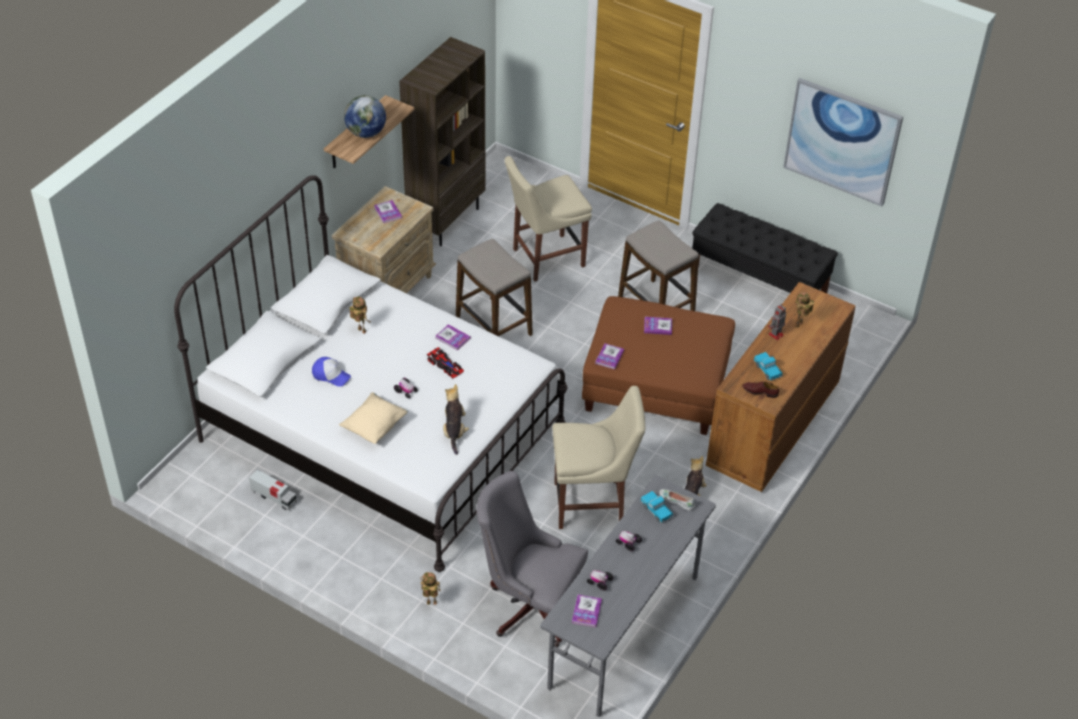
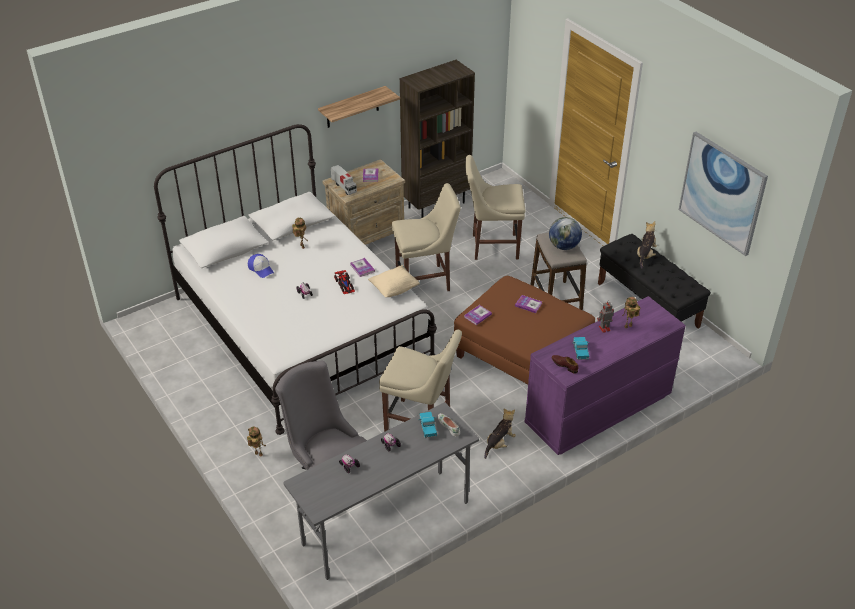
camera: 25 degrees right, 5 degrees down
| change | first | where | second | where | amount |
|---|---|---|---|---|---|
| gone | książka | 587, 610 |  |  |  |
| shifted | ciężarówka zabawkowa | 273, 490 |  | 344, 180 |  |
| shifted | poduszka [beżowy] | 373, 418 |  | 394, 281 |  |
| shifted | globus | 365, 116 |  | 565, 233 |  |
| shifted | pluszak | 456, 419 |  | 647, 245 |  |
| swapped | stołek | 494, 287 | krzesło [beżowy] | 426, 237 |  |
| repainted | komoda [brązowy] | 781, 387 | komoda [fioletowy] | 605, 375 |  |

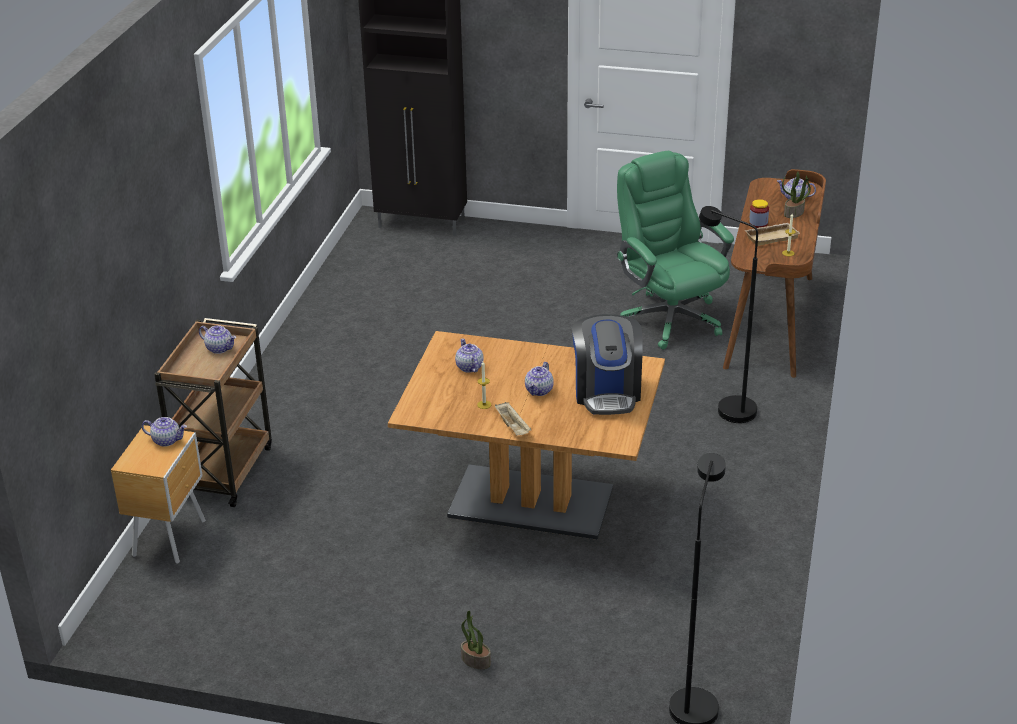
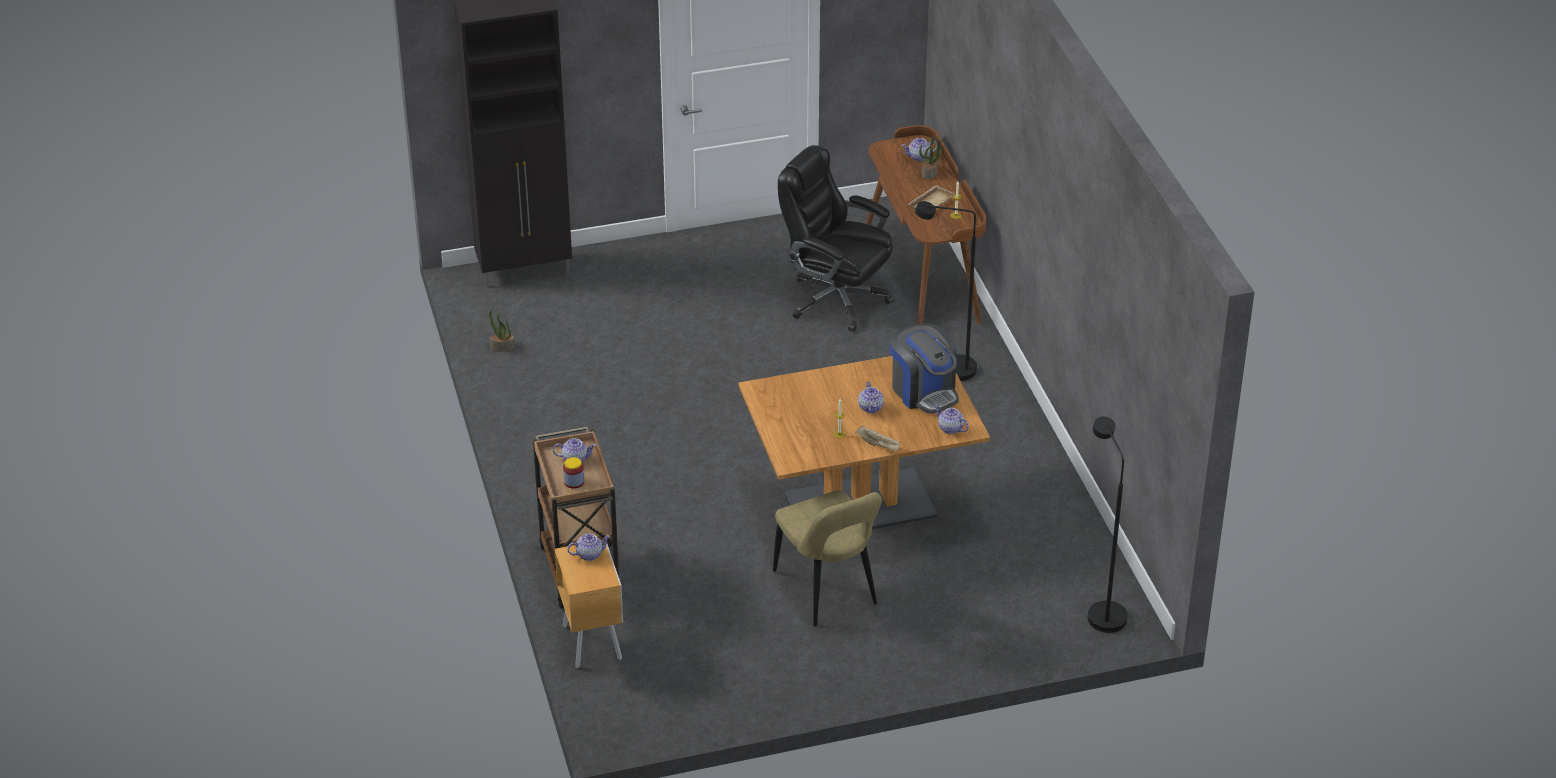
camera: 30 degrees left, 5 degrees up
| change | first | where | second | where | amount |
|---|---|---|---|---|---|
| new |  |  | krzesło [beżowy] | 827, 558 |  |
| shifted | imbryk | 469, 356 |  | 951, 419 |  |
| shifted | roślina doniczkowa | 476, 640 |  | 502, 331 |  |
| shifted | słoik | 759, 213 |  | 573, 473 |  |
| repainted | krzesło biurowe [zielony] | 675, 250 | krzesło biurowe [czarny] | 836, 238 |  |

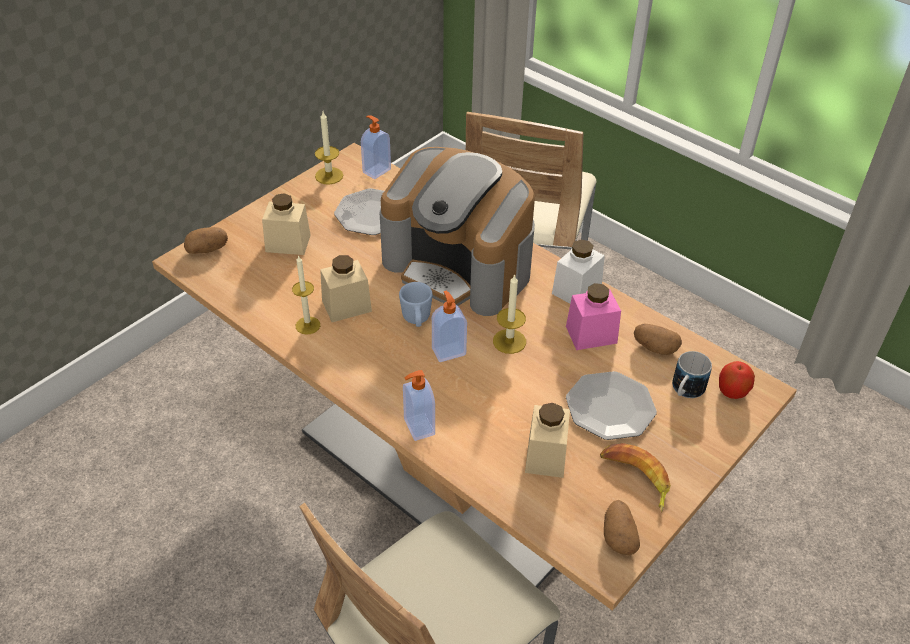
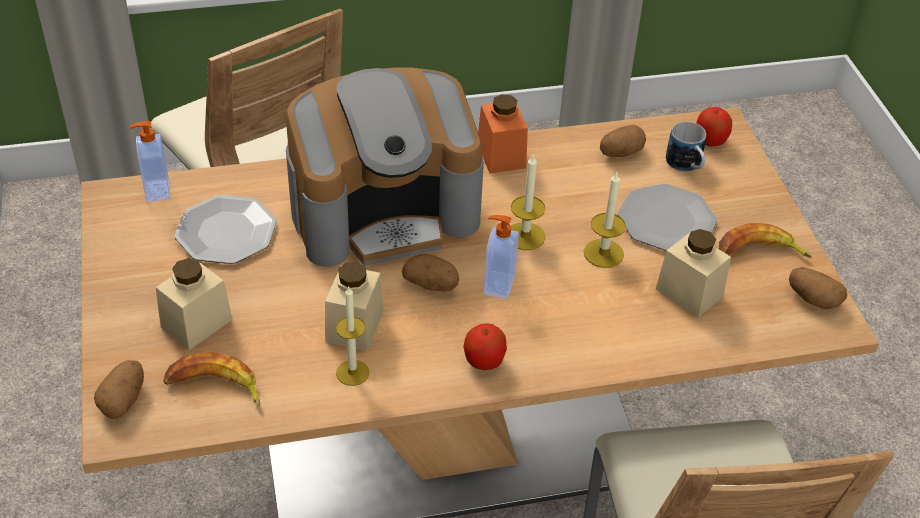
camera: 55 degrees left, 0 degrees up
| change | first | where | second | where | amount |
|---|---|---|---|---|---|
| gone | dozownik mydła | 419, 405 |  |  |  |
| gone | słoik [różowy] | 593, 316 |  |  |  |
| new |  |  | banan | 211, 379 |  |
| new |  |  | jabłko | 485, 346 |  |
| shifted | świeca | 329, 148 |  | 605, 220 |  |
| swapped | kubek [niebieski] | 416, 304 | ziemniak | 430, 272 |  |
| repainted | słoik [biały] | 578, 272 | słoik [pomarańczowy] | 503, 134 |  |

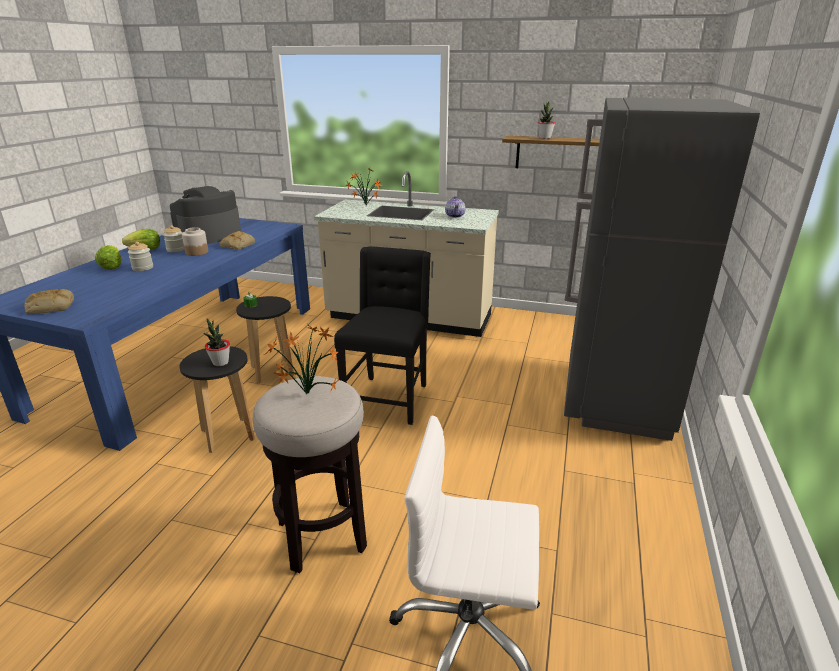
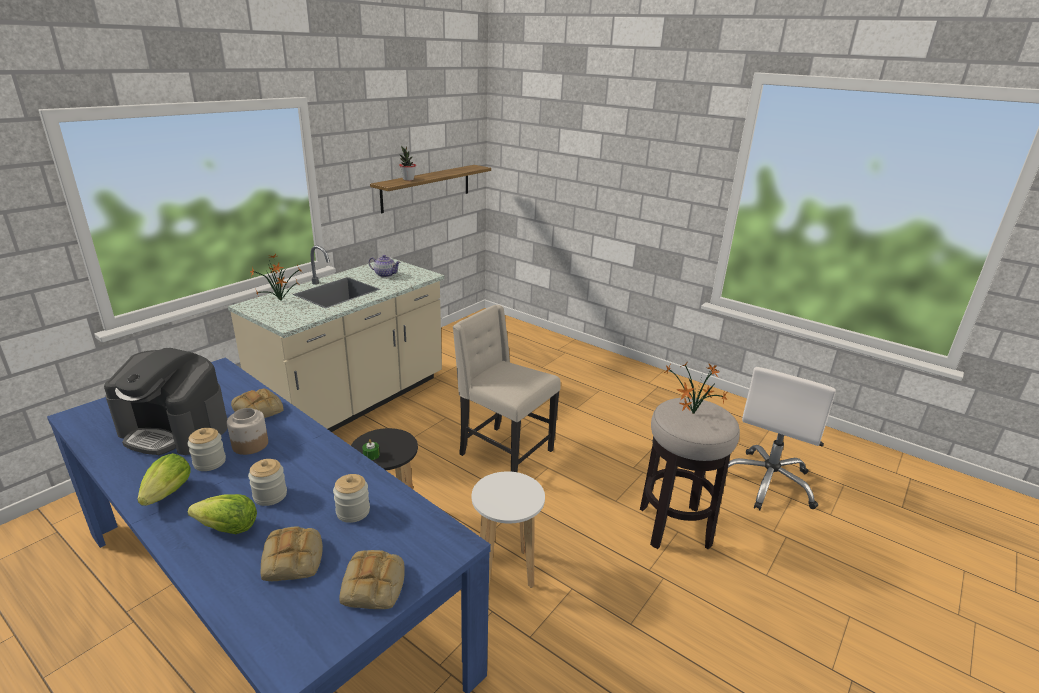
camera: 70 degrees left, 0 degrees up
| change | first | where | second | where | amount |
|---|---|---|---|---|---|
| gone | roślina doniczkowa | 216, 342 |  |  |  |
| gone | lodówka [szary] | 662, 269 |  |  |  |
| new |  |  | chleb | 291, 553 |  |
| new |  |  | słoik | 351, 498 |  |
| repainted | stołek [czarny] | 217, 399 | stołek [biały] | 508, 529 |  |
| repainted | krzesło [czarny] | 382, 335 | krzesło [beżowy] | 507, 388 |  |
| rotated | ekspres do kawy | 205, 215 |  | 166, 401 | 45 degrees counterclockwise |

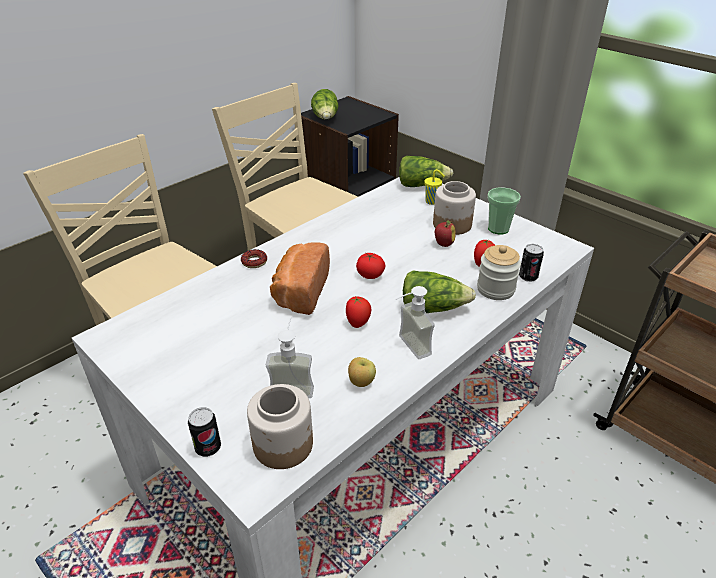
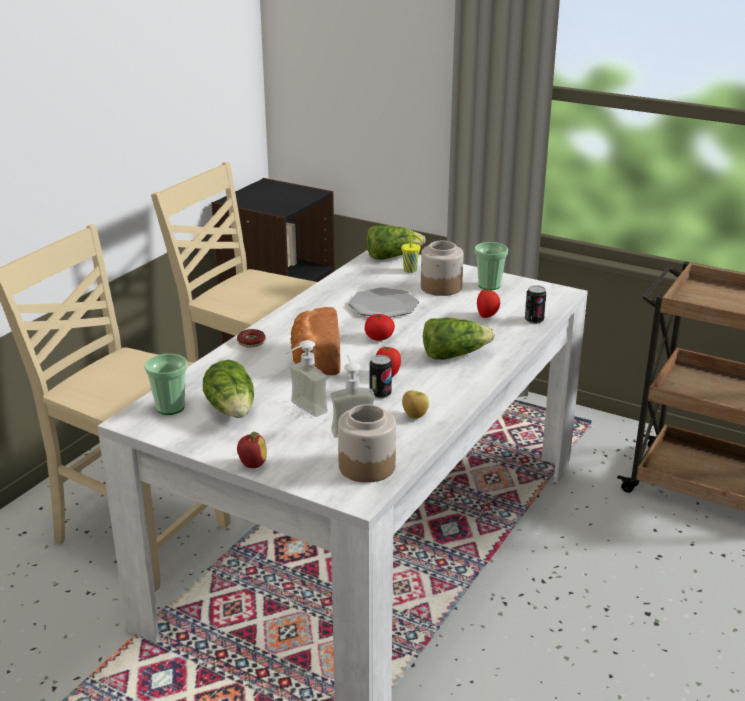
camera: 15 degrees left, 10 degrees down
| change | first | where | second | where | amount |
|---|---|---|---|---|---|
| gone | słoik | 499, 272 |  |  |  |
| new |  |  | filiżanka | 166, 384 |  |
| new |  |  | talerz | 383, 302 |  |
| shifted | puszka | 204, 432 |  | 380, 377 |  |
| shifted | sałata | 325, 104 |  | 228, 389 |  |
| shifted | dozownik mydła | 415, 322 |  | 307, 378 |  |
| shifted | jabłko | 445, 234 |  | 252, 450 |  |

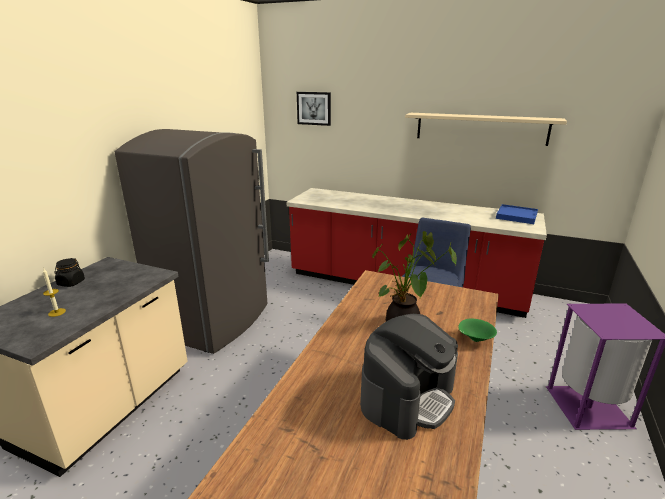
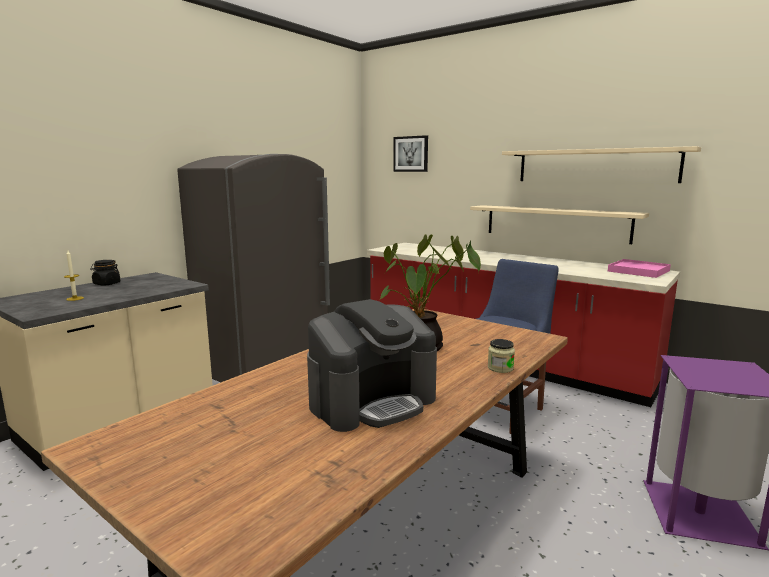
camera: 15 degrees right, 10 degrees down
| change | first | where | second | where | amount |
|---|---|---|---|---|---|
| new |  |  | półka [beżowy] | 559, 224 |  |
| swapped | miska [zielony] | 477, 330 | słoik | 501, 356 |  |
| repainted | taca [niebieski] | 517, 214 | taca [różowy] | 639, 268 |  |

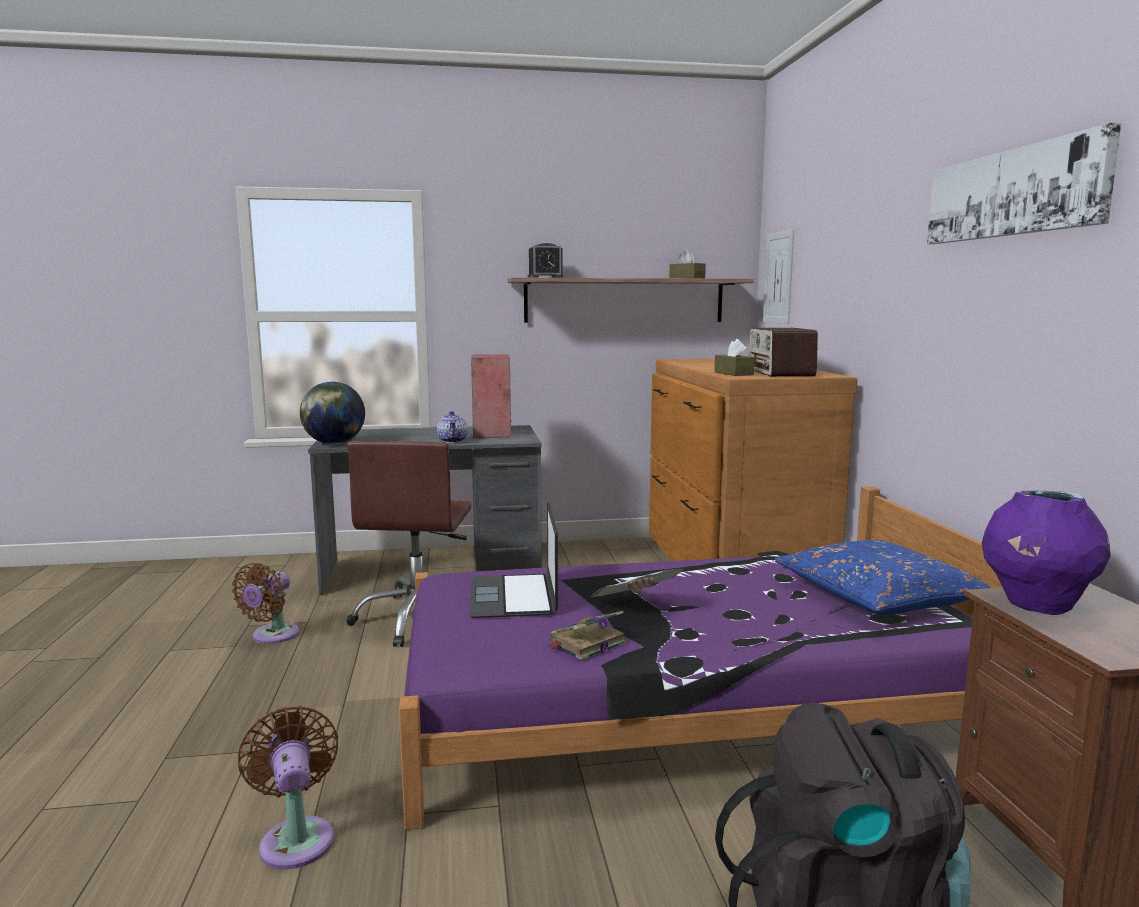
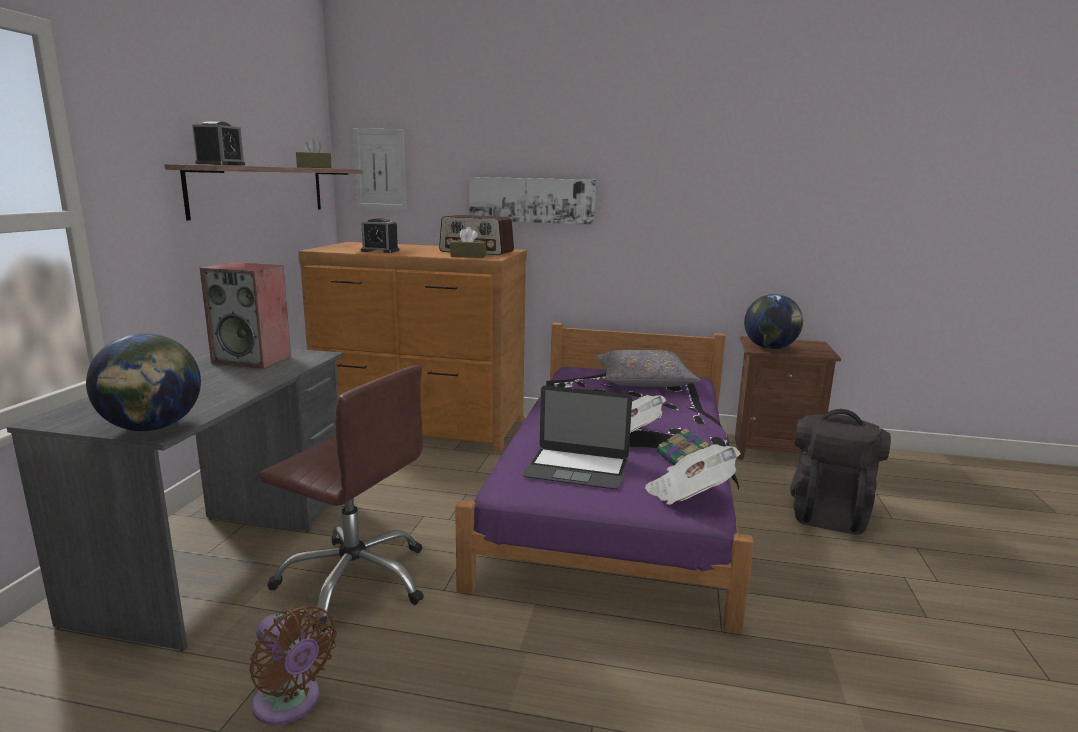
camera: 70 degrees left, 5 degrees up
| change | first | where | second | where | amount |
|---|---|---|---|---|---|
| gone | wentylator [brązowy] | 288, 787 |  |  |  |
| gone | imbryk | 452, 427 |  |  |  |
| new |  |  | budzik | 380, 235 |  |
| new |  |  | gazeta | 693, 474 |  |
| shifted | obraz | 1024, 183 |  | 532, 201 |  |
| swapped | wazon [fioletowy] | 1046, 553 | globus | 773, 321 |  |
| repainted | poduszka [niebieski] | 882, 577 | poduszka [szary] | 648, 368 |  |

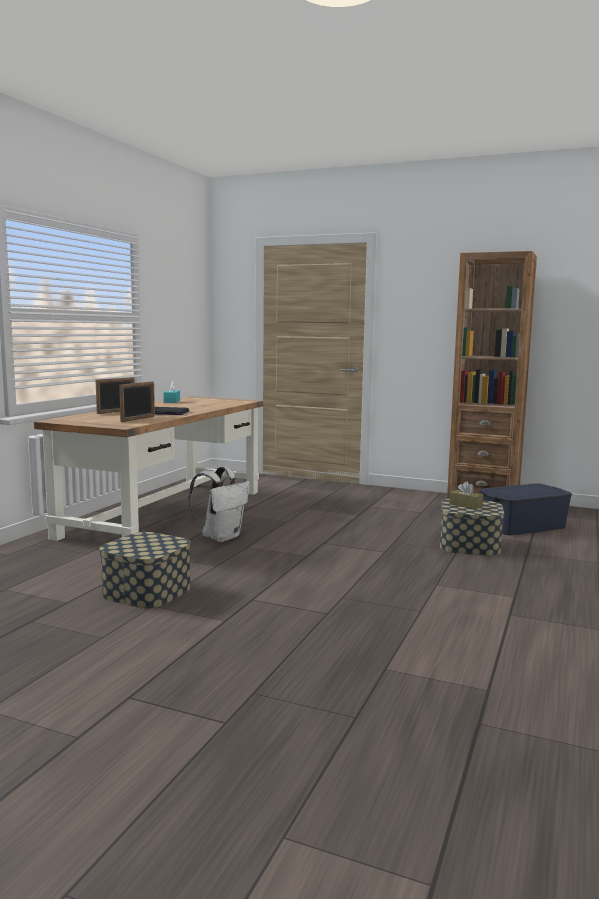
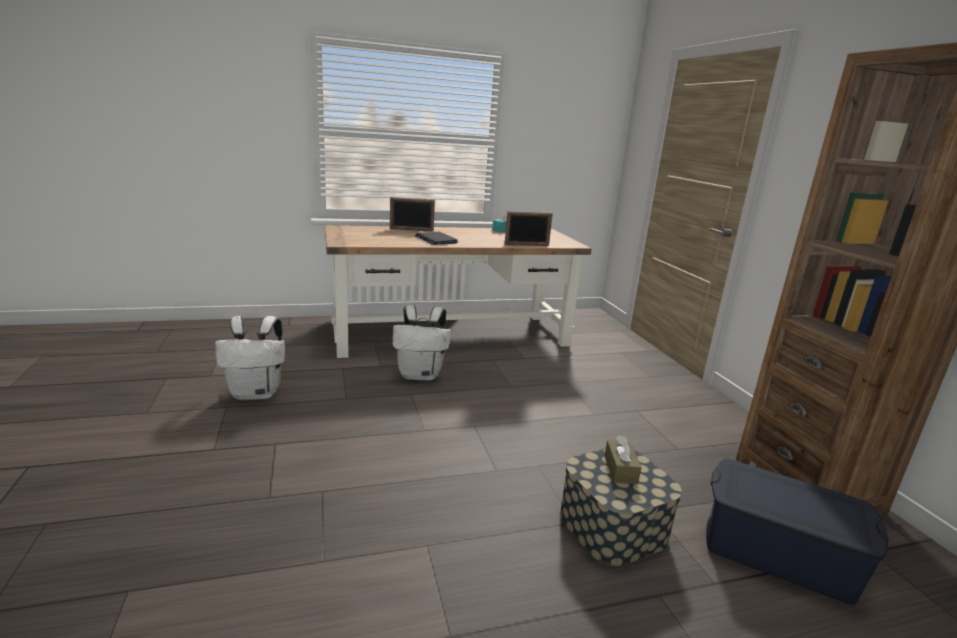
camera: 50 degrees right, 10 degrees up
| change | first | where | second | where | amount |
|---|---|---|---|---|---|
| shifted | ramka na zdjęcie | 137, 401 |  | 528, 228 |  |
| swapped | pojemnik do przechowywania | 145, 570 | plecak [biały] | 250, 358 |  |

